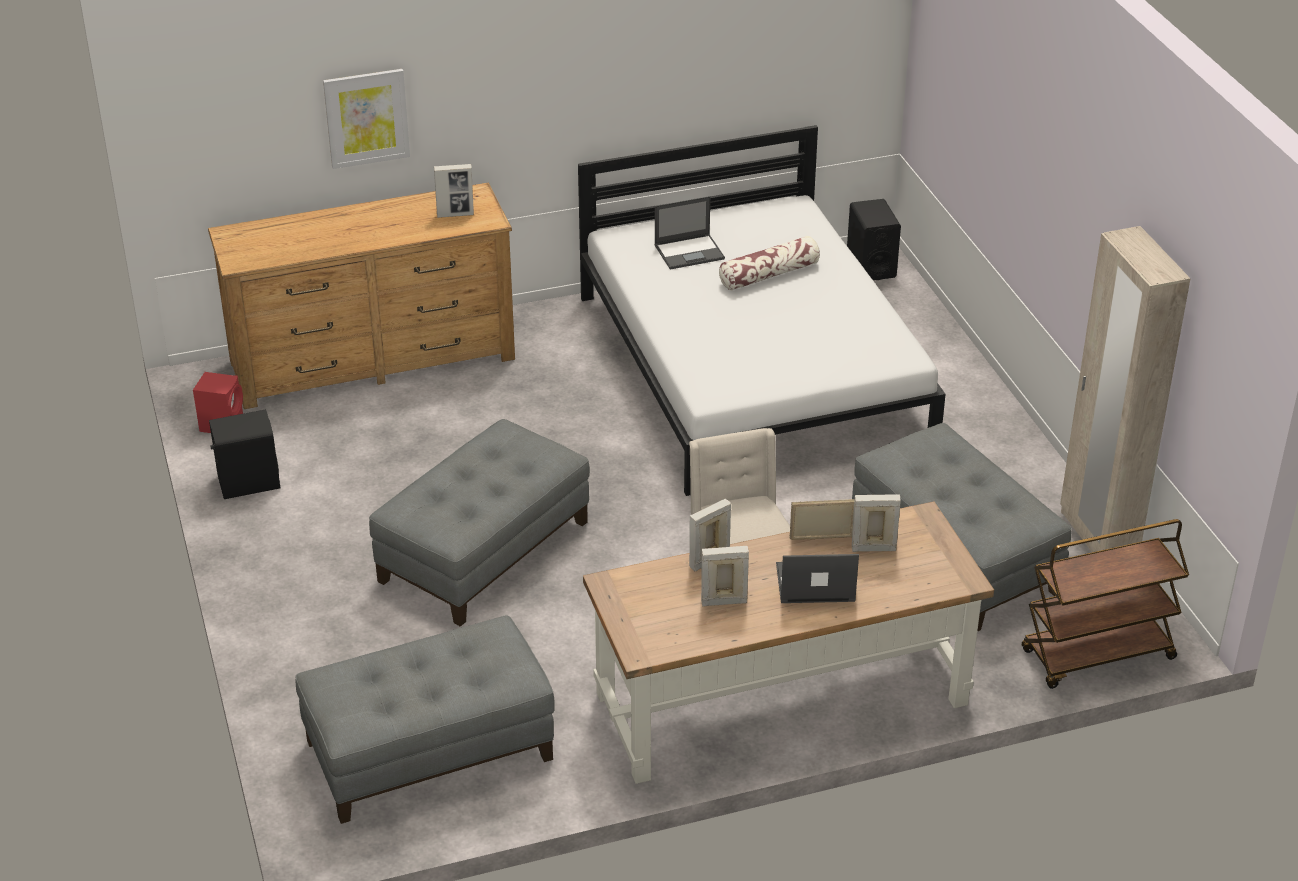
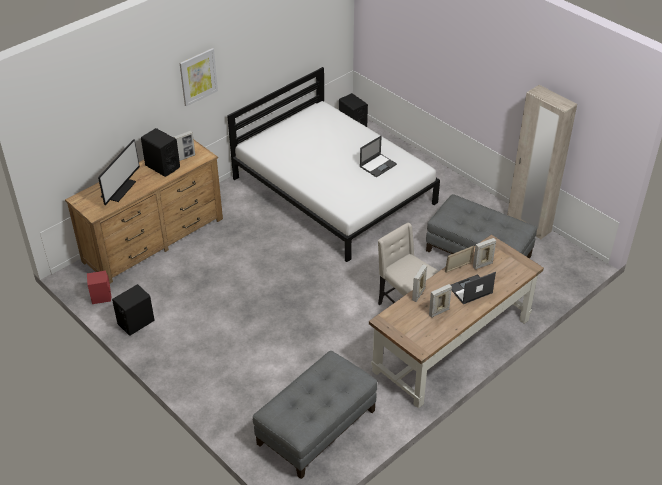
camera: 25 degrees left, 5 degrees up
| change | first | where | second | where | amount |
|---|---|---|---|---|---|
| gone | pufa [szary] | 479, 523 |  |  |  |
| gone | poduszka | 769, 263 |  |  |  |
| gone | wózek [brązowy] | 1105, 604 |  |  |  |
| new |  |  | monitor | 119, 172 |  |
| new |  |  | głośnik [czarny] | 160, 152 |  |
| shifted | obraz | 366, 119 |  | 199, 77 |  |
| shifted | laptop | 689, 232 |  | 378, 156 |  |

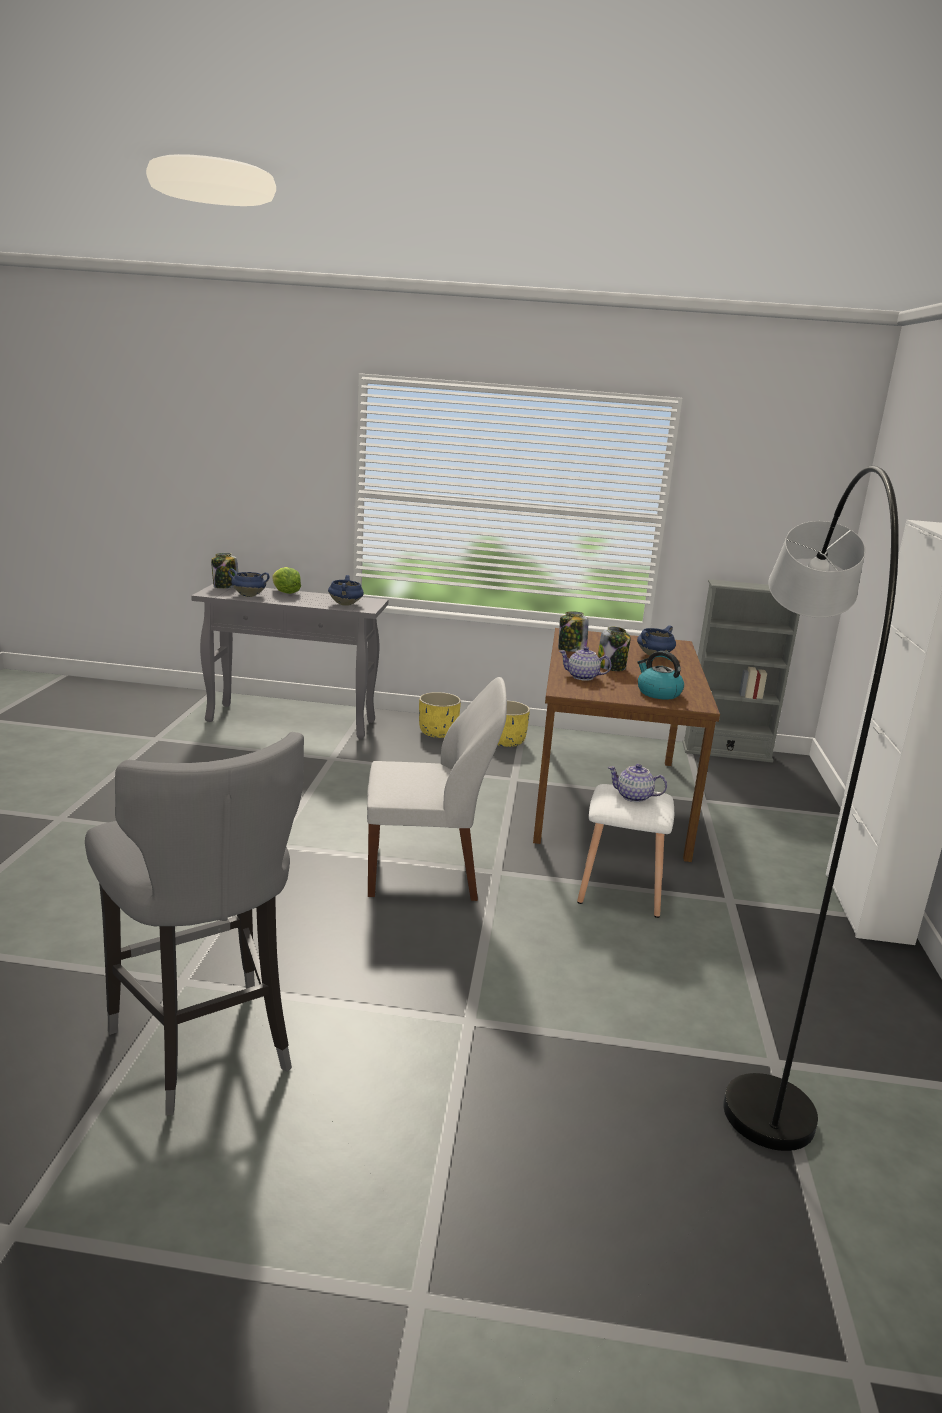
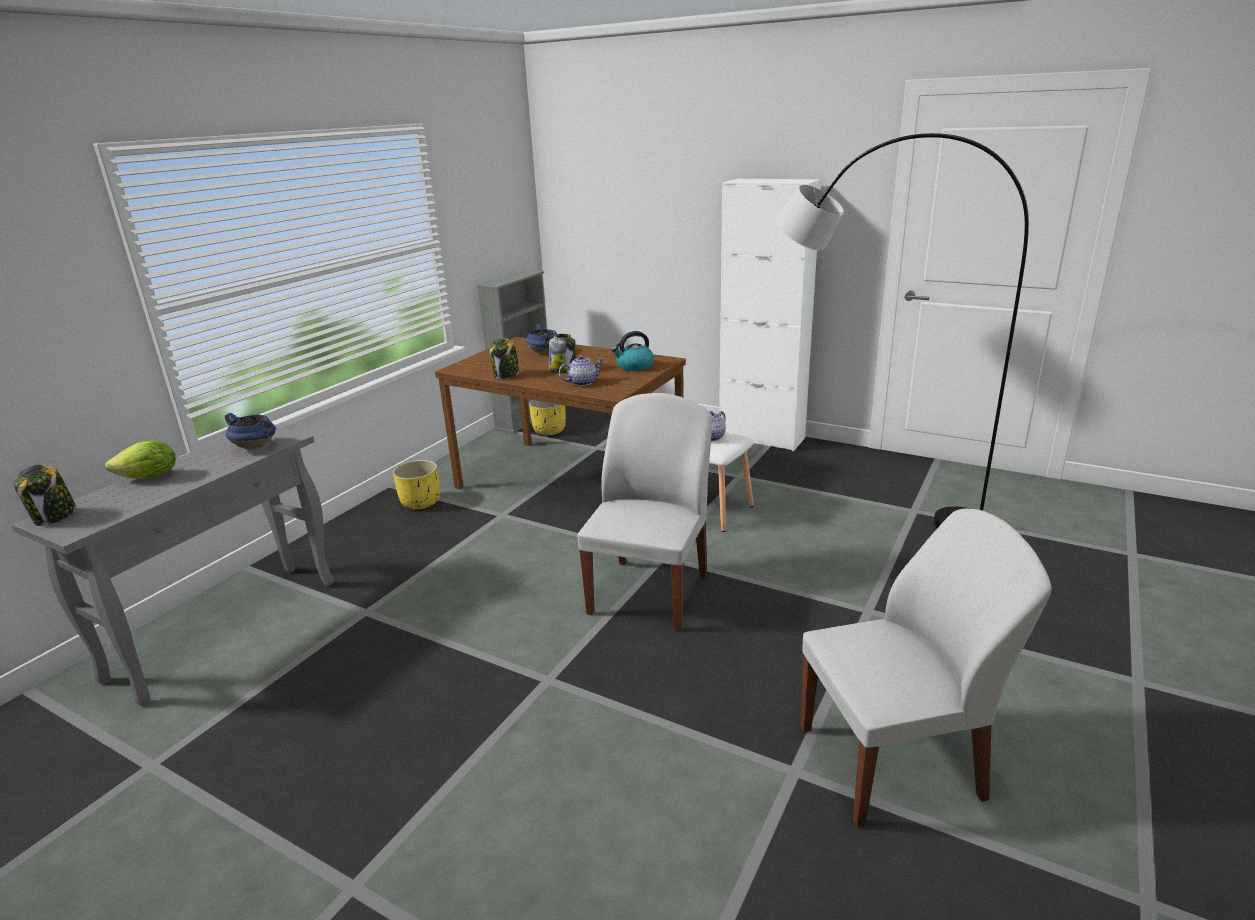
camera: 65 degrees left, 5 degrees up
| change | first | where | second | where | amount |
|---|---|---|---|---|---|
| gone | garnek [niebieski] | 249, 582 |  |  |  |
| shifted | donica [żółty] | 440, 715 |  | 547, 417 |  |
| swapped | stołek [szary] | 194, 924 | krzesło [biały] | 926, 668 |  |
| rotated | imbryk | 585, 664 |  | 581, 370 | 150 degrees counterclockwise |

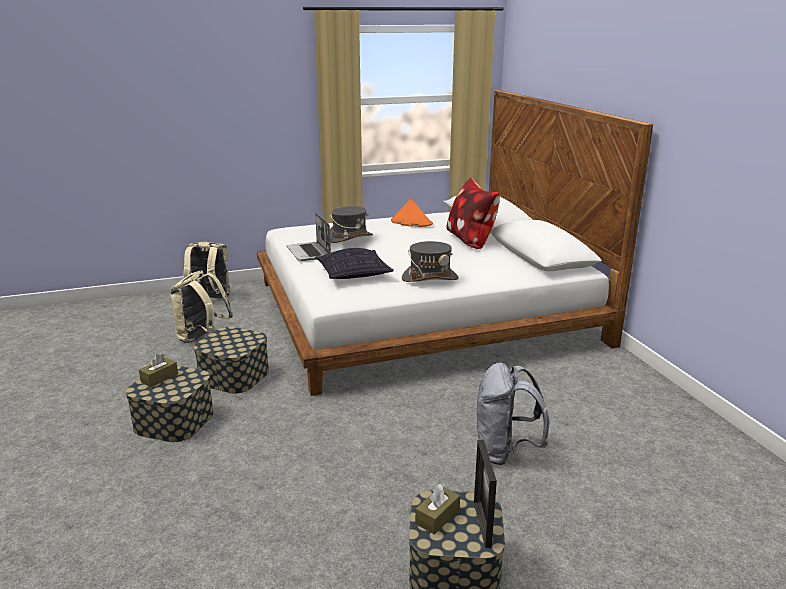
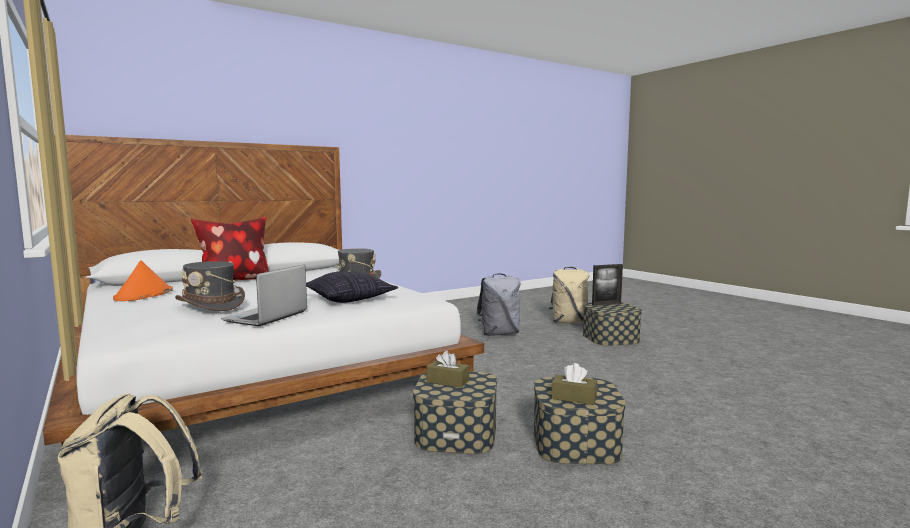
camera: 105 degrees left, 15 degrees down
| change | first | where | second | where | amount |
|---|---|---|---|---|---|
| shifted | plecak [beżowy] | 201, 306 |  | 569, 295 |  |
| shifted | pudełko chusteczek [brązowy] | 437, 509 |  | 447, 369 |  |
| rotated | laptop | 309, 237 |  | 264, 295 | 150 degrees clockwise |

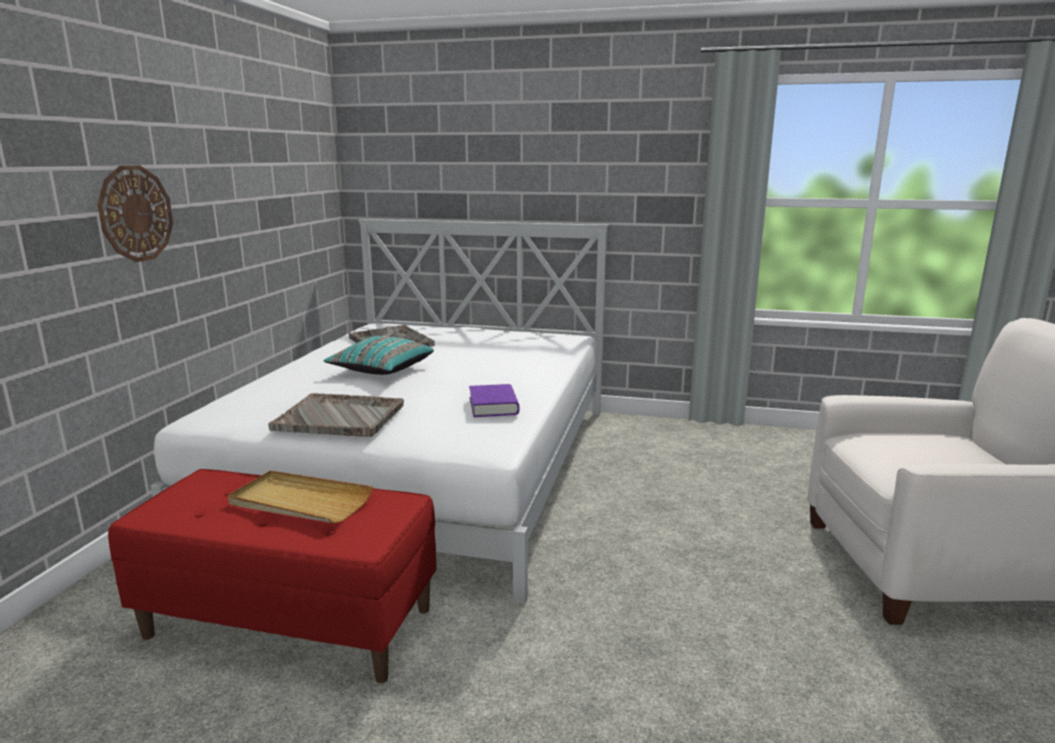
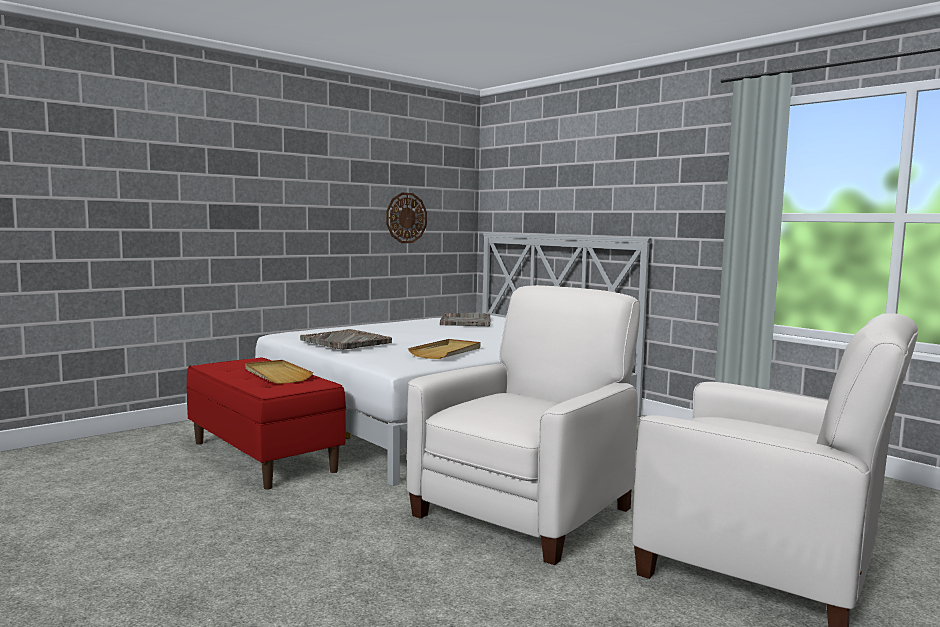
camera: 35 degrees right, 10 degrees down
| change | first | where | second | where | amount |
|---|---|---|---|---|---|
| gone | poduszka [turkusowy] | 379, 355 |  |  |  |
| new |  |  | fotel [biały] | 523, 425 |  |
| shifted | zegar ścienny | 135, 213 |  | 406, 218 |  |
| swapped | książka [fioletowy] | 494, 400 | taca [beżowy] | 444, 349 |  |

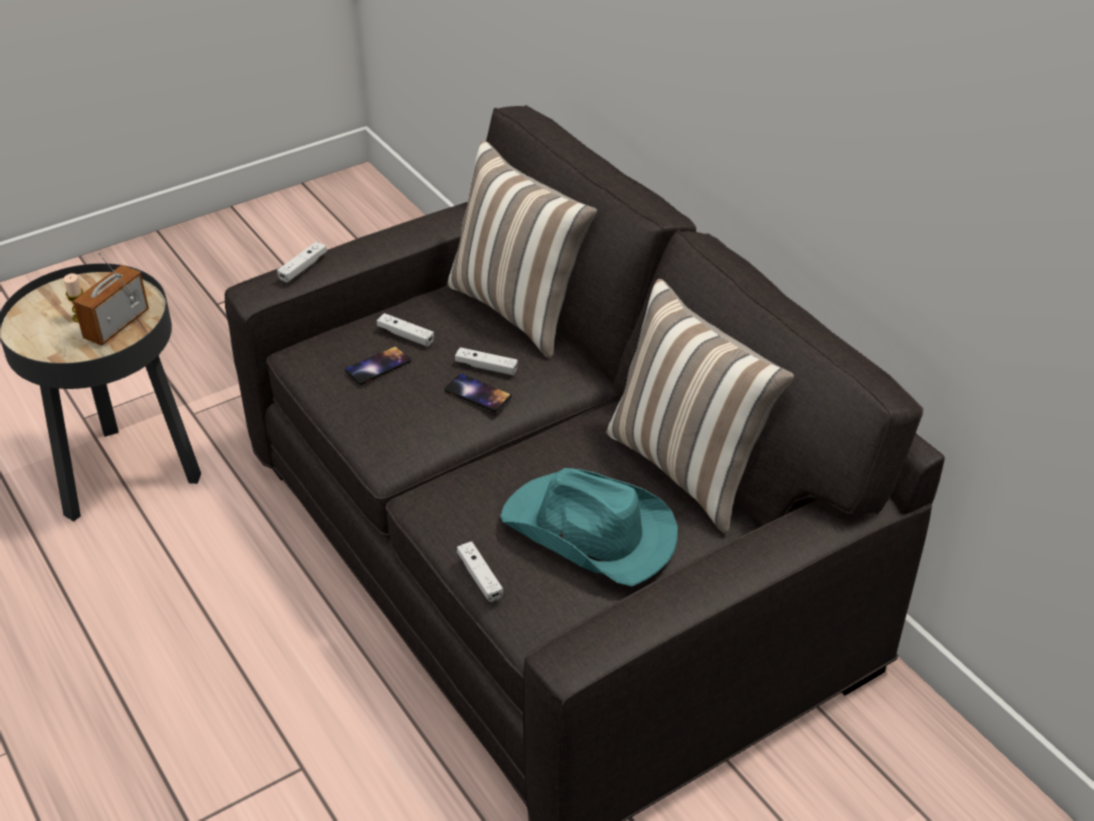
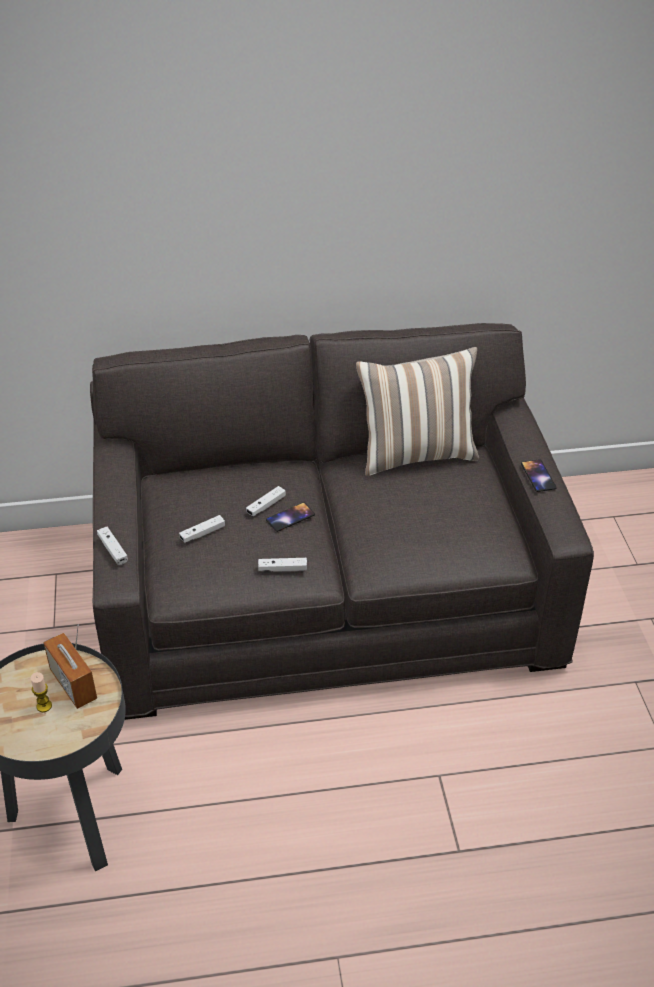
camera: 65 degrees left, 0 degrees up
| change | first | where | second | where | amount |
|---|---|---|---|---|---|
| gone | poduszka | 522, 250 |  |  |  |
| gone | kapelusz [turkusowy] | 589, 527 |  |  |  |
| shifted | telefon | 378, 365 |  | 539, 475 |  |
| shifted | pad do gier [biały] | 480, 571 |  | 282, 565 |  |

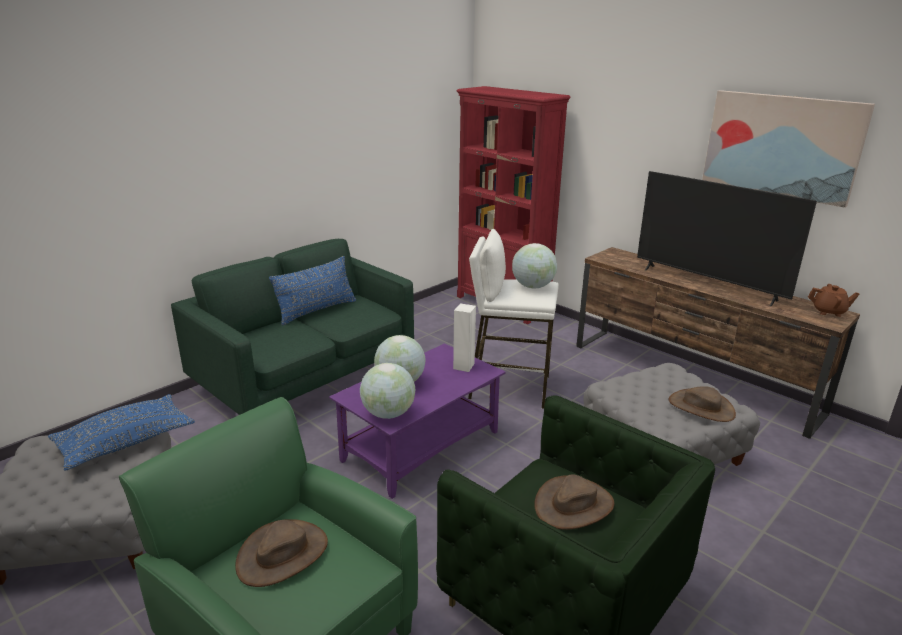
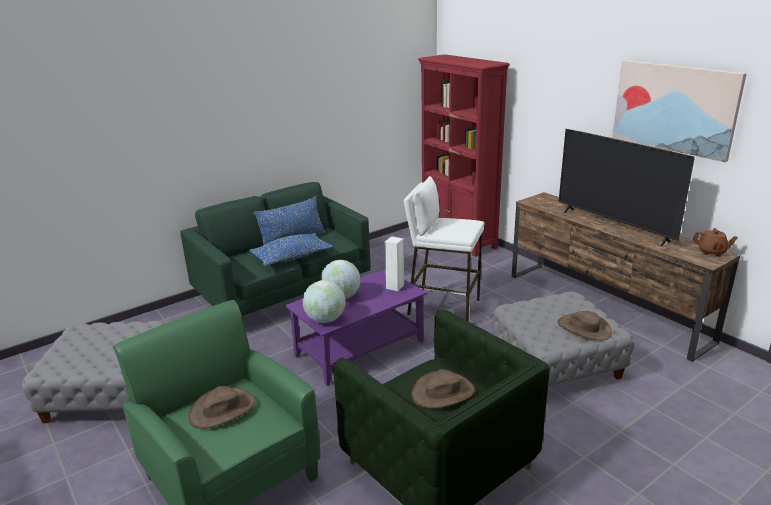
camera: 10 degrees right, 0 degrees up
| change | first | where | second | where | amount |
|---|---|---|---|---|---|
| gone | globus | 534, 265 |  |  |  |
| shifted | poduszka [niebieski] | 121, 432 |  | 291, 249 |  |

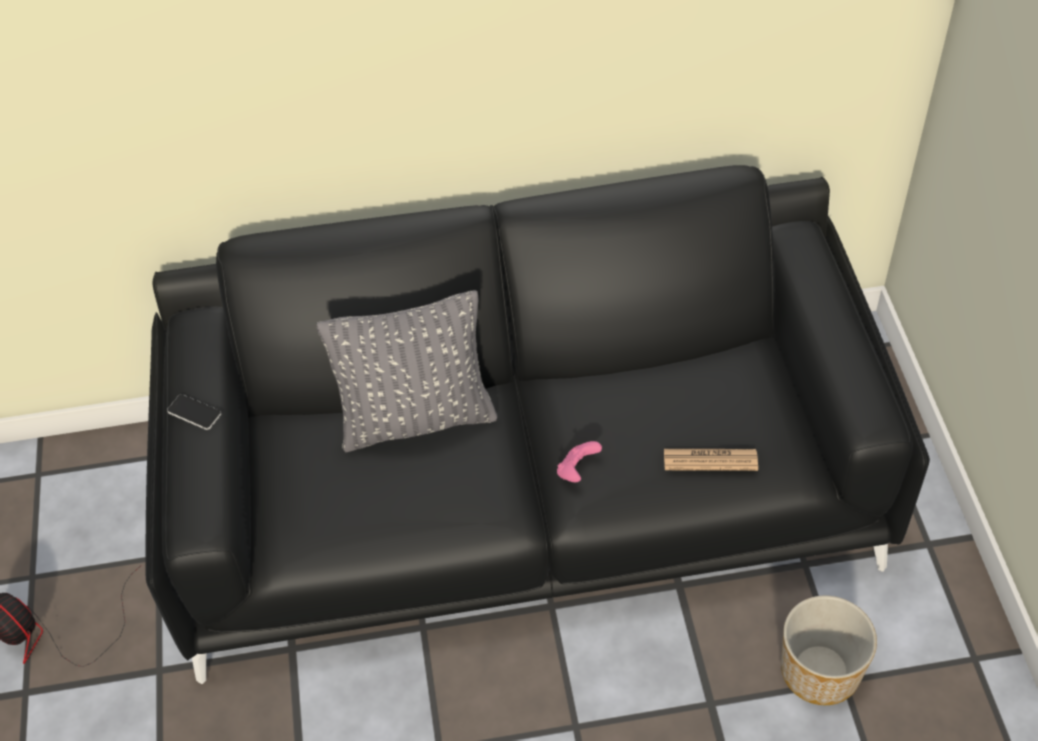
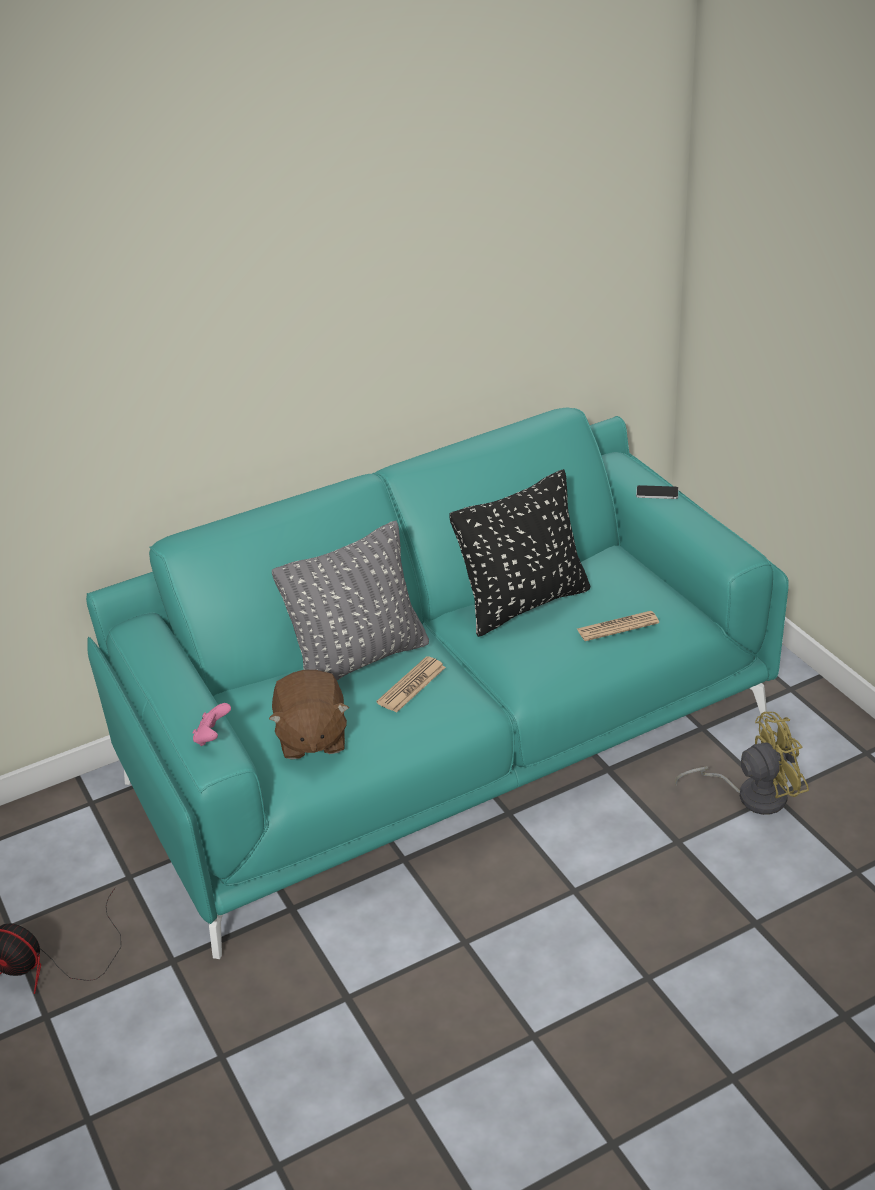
camera: 20 degrees left, 15 degrees down
| change | first | where | second | where | amount |
|---|---|---|---|---|---|
| new |  |  | pluszak [brązowy] | 309, 714 |  |
| new |  |  | gazeta | 411, 684 |  |
| new |  |  | poduszka [czarny] | 519, 553 |  |
| shifted | telefon | 194, 412 |  | 657, 492 |  |
| shifted | pad do gier [różowy] | 579, 461 |  | 211, 724 |  |
| swapped | donica | 829, 650 | wentylator [żółty] | 742, 763 |  |
| repainted | kanapa [czarny] | 538, 424 | kanapa [turkusowy] | 437, 683 |  |

